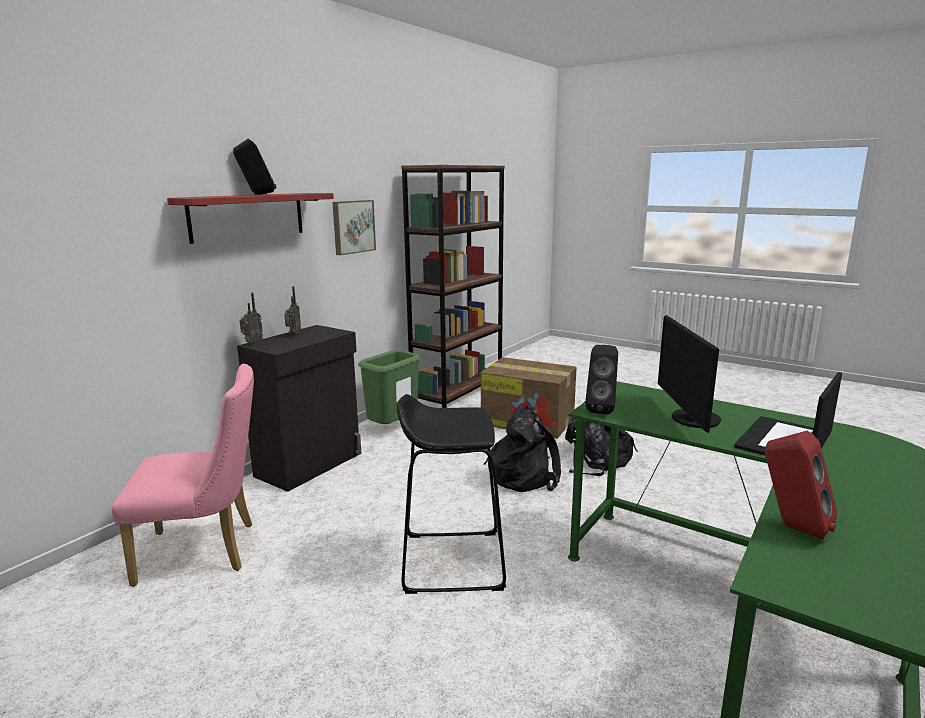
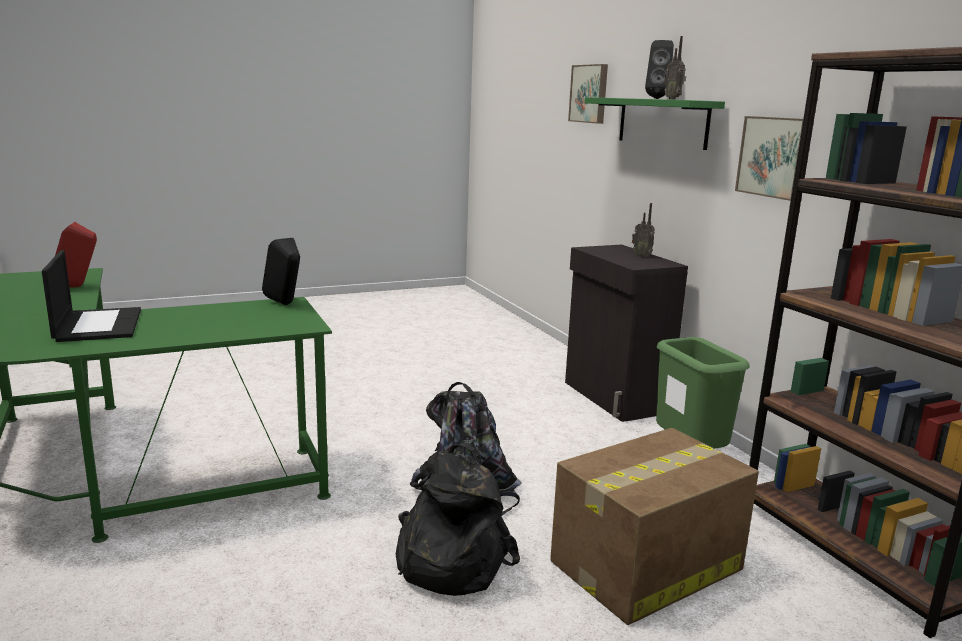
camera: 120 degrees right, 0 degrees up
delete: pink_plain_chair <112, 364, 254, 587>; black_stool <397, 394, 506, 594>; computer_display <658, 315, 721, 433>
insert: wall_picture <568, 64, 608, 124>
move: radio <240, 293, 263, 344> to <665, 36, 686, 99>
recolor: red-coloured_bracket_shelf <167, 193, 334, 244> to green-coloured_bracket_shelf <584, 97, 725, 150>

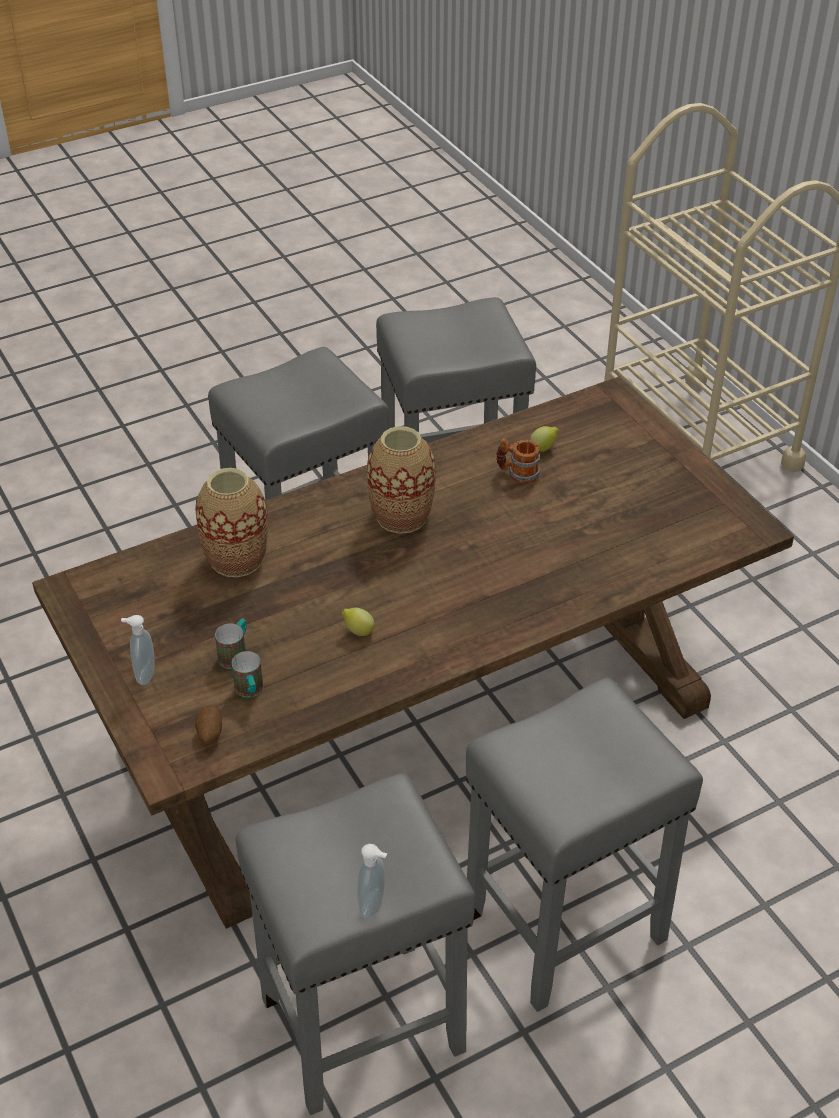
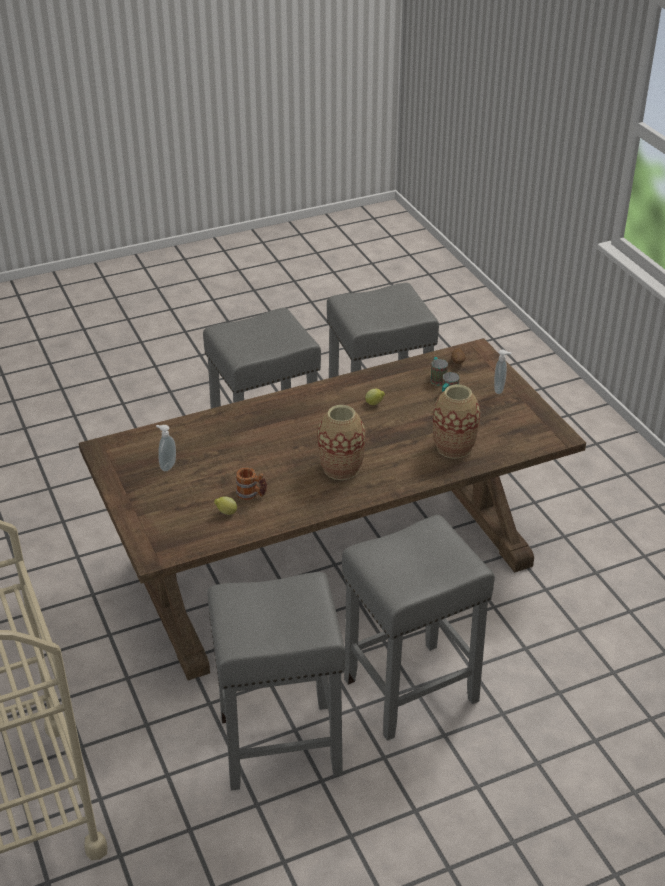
camera: 175 degrees left, 5 degrees down
move: soap_dispenser <357, 844, 387, 918> to <156, 425, 176, 472>

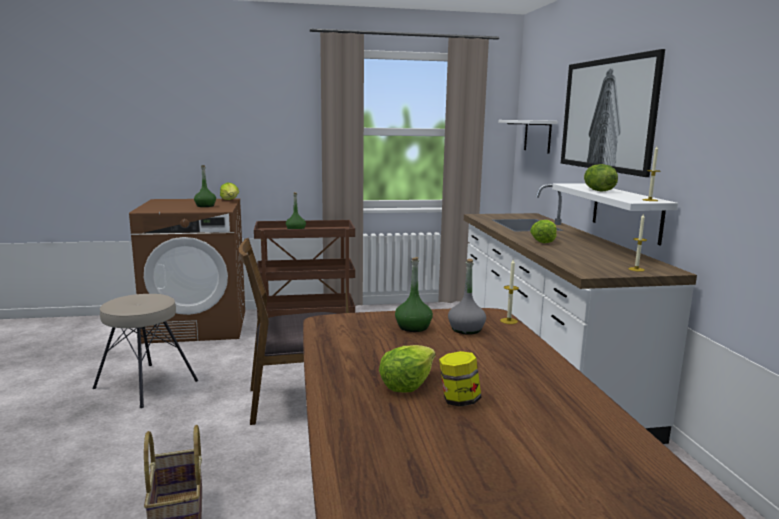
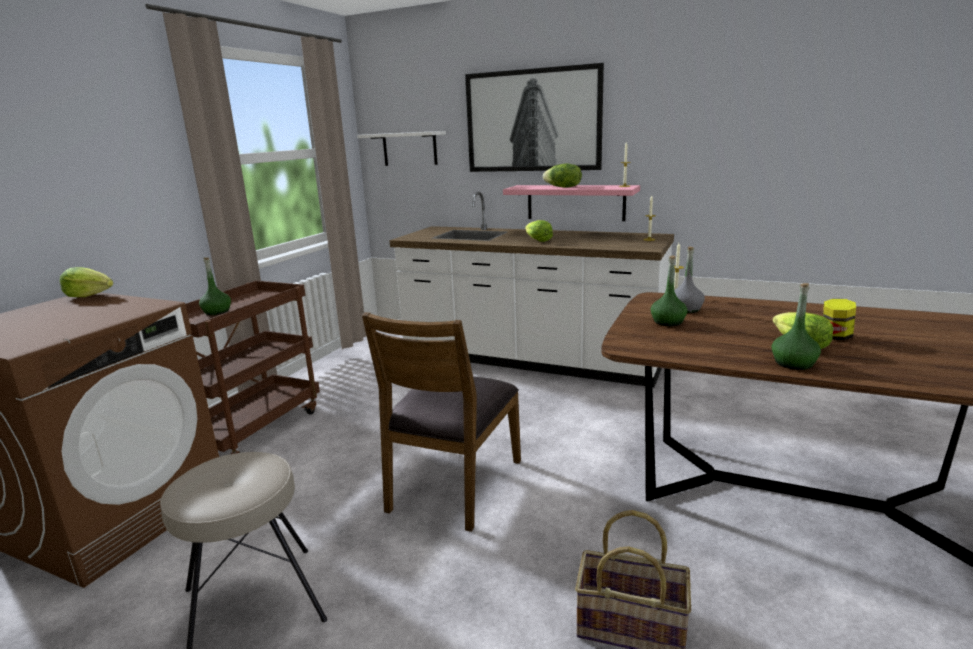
camera: 55 degrees left, 5 degrees up
move: green-coloured_drink_bottle <194, 165, 216, 207> to <772, 283, 821, 370>
recolor: whitish_bracket_shelf <552, 183, 678, 245> to pink_bracket_shelf <503, 185, 640, 221>

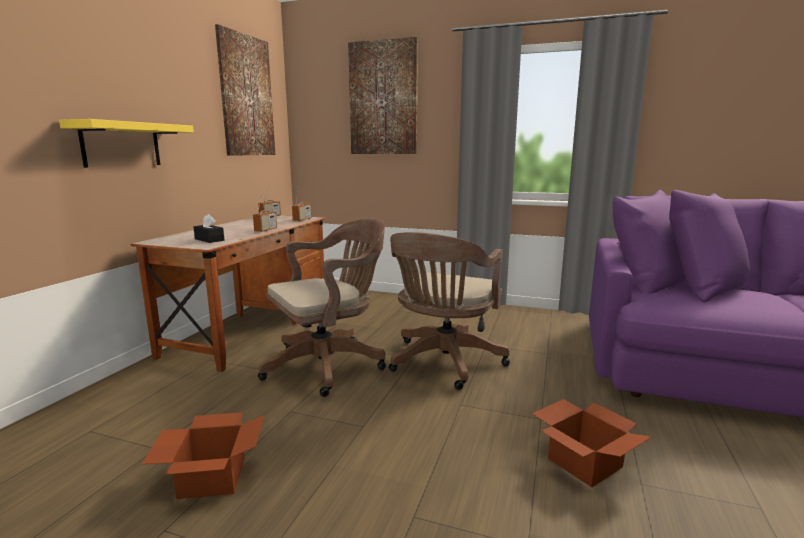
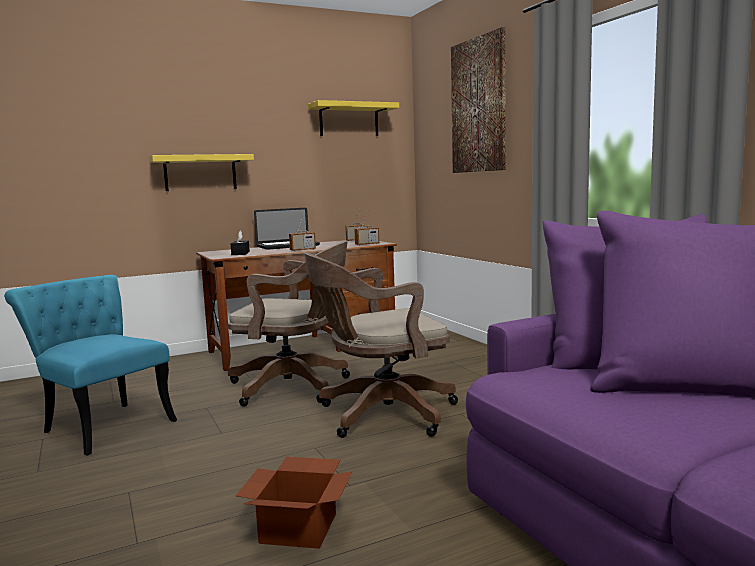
camera: 45 degrees right, 5 degrees down
insert: portable_computer <254, 208, 320, 250>
replace: carton <142, 412, 264, 499> to blue-green_plain_chair <4, 275, 177, 456>; wall_picture <215, 24, 275, 156> to yellow-coloured_bracket_shelf <308, 100, 399, 136>

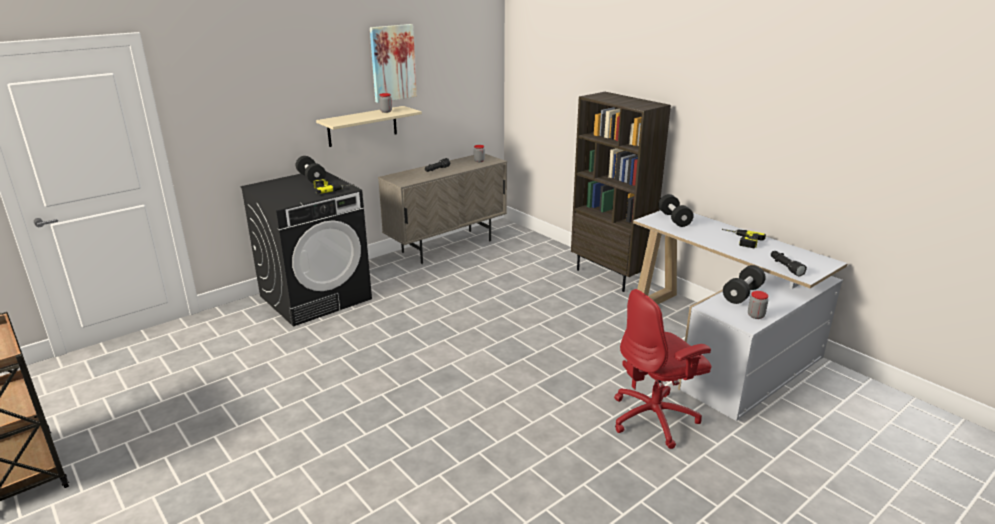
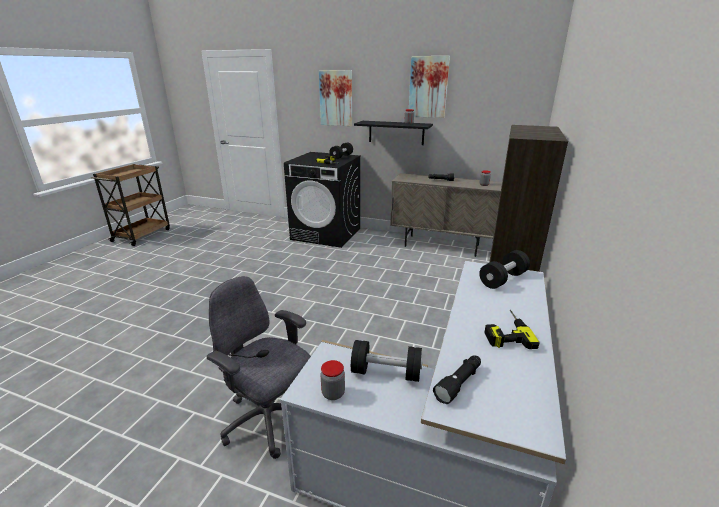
camera: 60 degrees right, 0 degrees up
insert: wall_picture <319, 70, 352, 126>
recolor: red-coloured_desk_chair <614, 289, 712, 449> to grey_desk_chair <206, 276, 311, 459>; sand-coloured_bracket_shelf <316, 106, 422, 147> to black_bracket_shelf <354, 121, 433, 145>

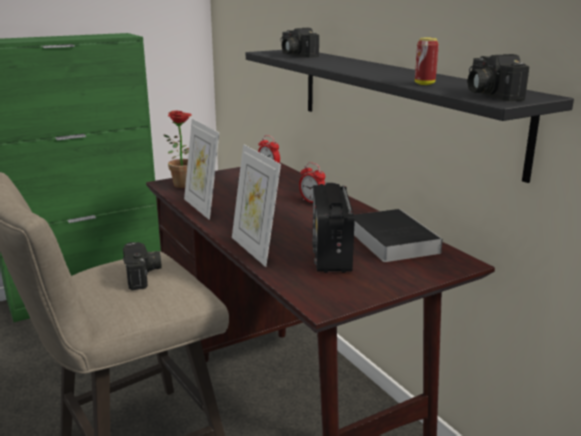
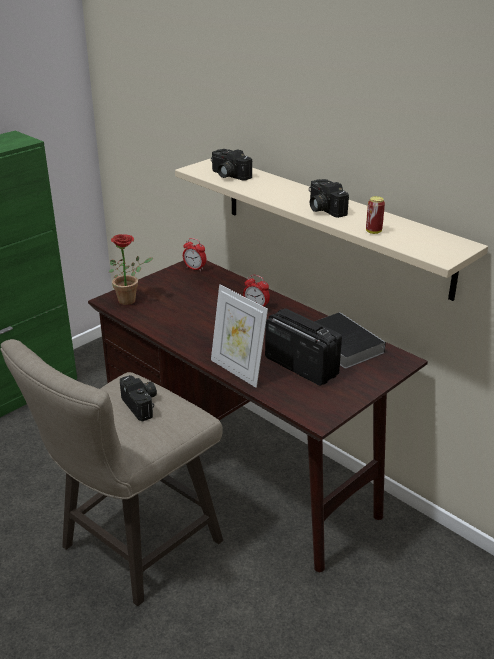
camera: 15 degrees left, 10 degrees up
delete: picture_frame <184, 119, 219, 220>
move: still_camera <468, 54, 529, 101> to <309, 179, 349, 218>
recolor: black_bracket_shelf <246, 50, 574, 183> to sand-coloured_bracket_shelf <175, 158, 488, 301>
rotate: radio <312, 183, 355, 273> = <265, 308, 342, 386> 150 degrees clockwise

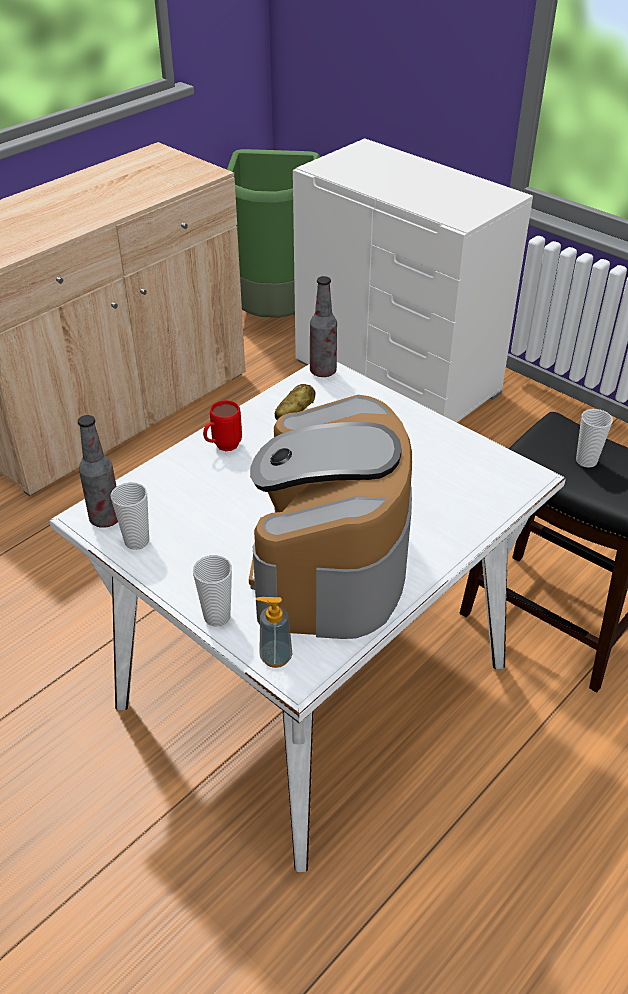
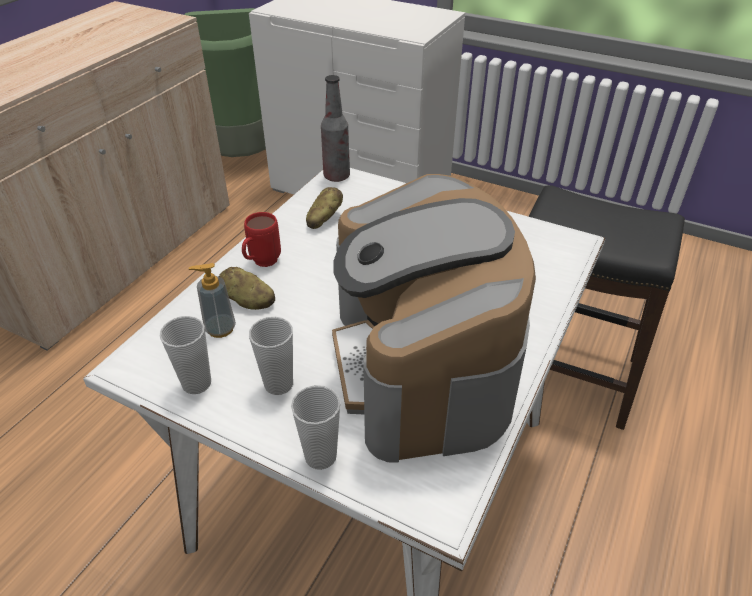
camera: 15 degrees left, 0 degrees up
delete: drink_bottle <78, 415, 118, 528>
insert: potato <219, 267, 275, 310>
move: soap_dispenser <256, 597, 292, 668> to <189, 263, 236, 338>; cup <576, 409, 613, 468> to <249, 317, 293, 395>

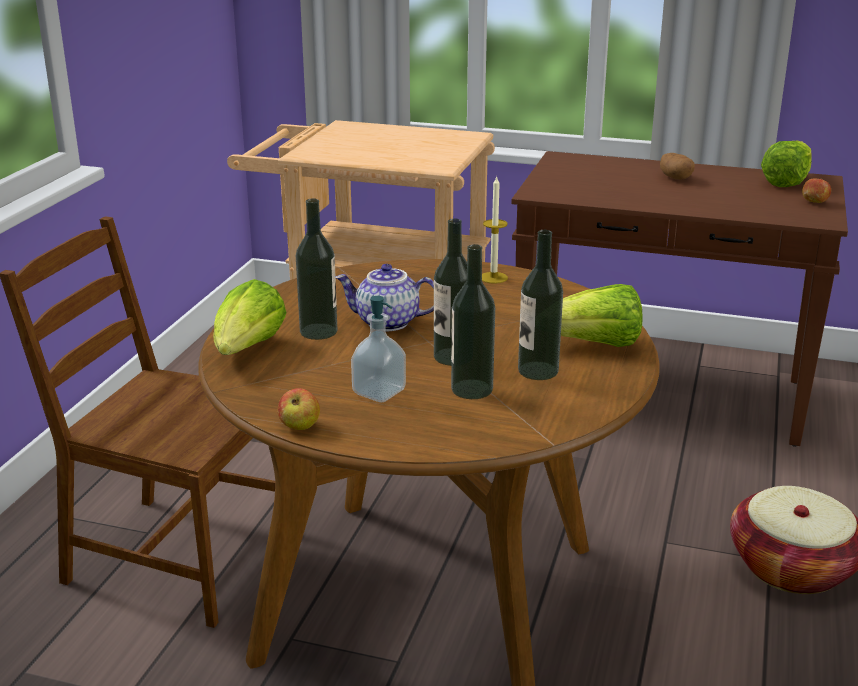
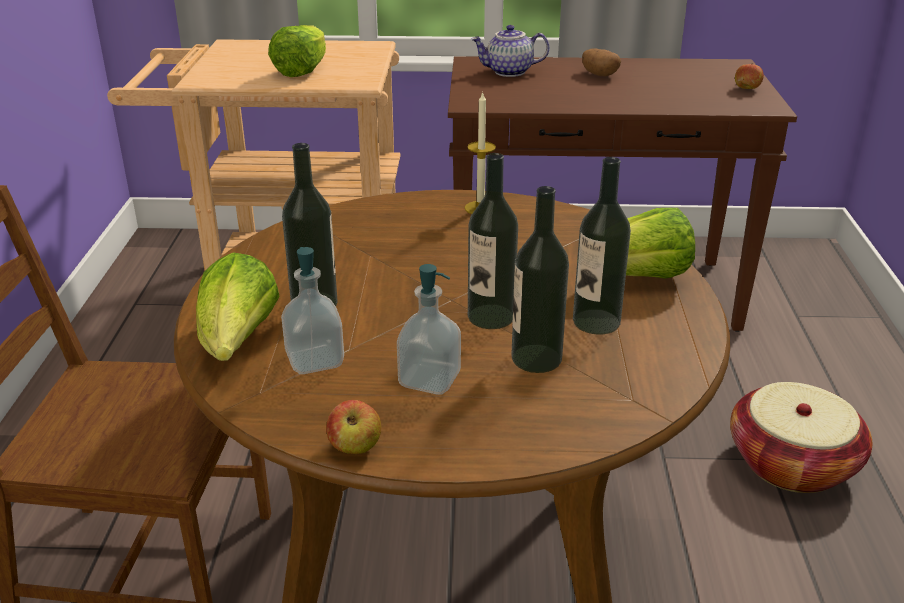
camera: 15 degrees left, 5 degrees up
insert: soap_dispenser <281, 247, 344, 374>
move: lettuce_head <761, 141, 812, 187> to <268, 25, 326, 77>; tea_pot <336, 264, 434, 331> to <471, 25, 549, 77>

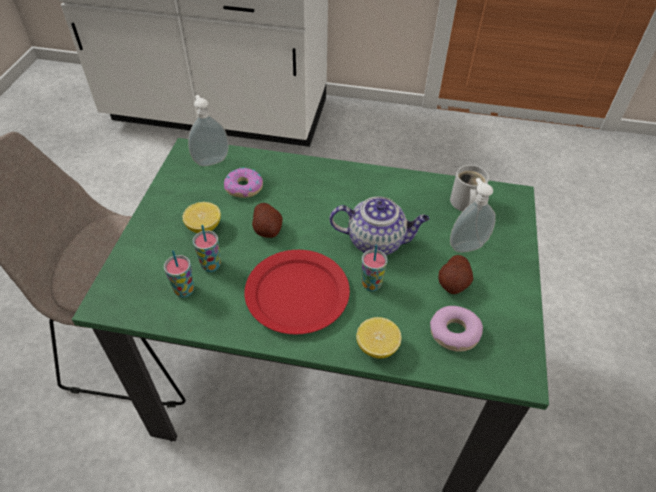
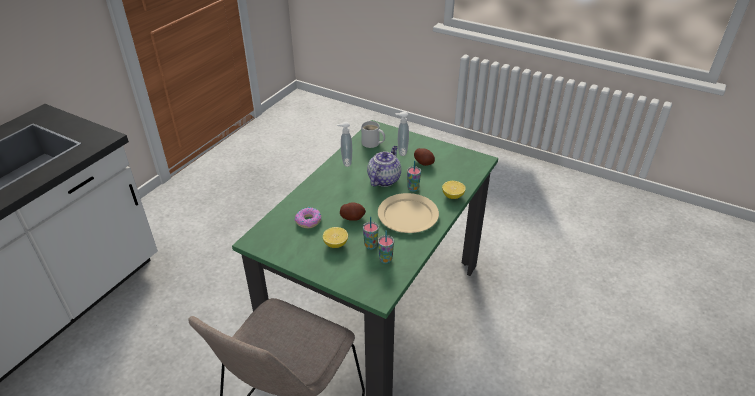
camera: 70 degrees left, 10 degrees down
delete: donut <430, 306, 483, 352>
move: soap_dispenser <188, 95, 229, 166> to <337, 122, 352, 167>
recolor: red-coloured_dinner_plate <244, 250, 350, 335> to sand-coloured_dinner_plate <378, 193, 439, 233>

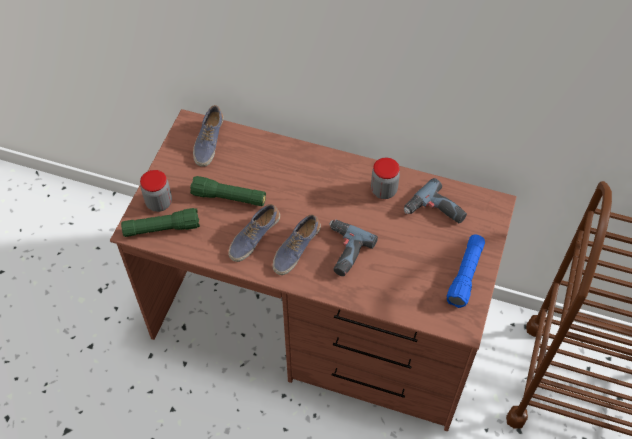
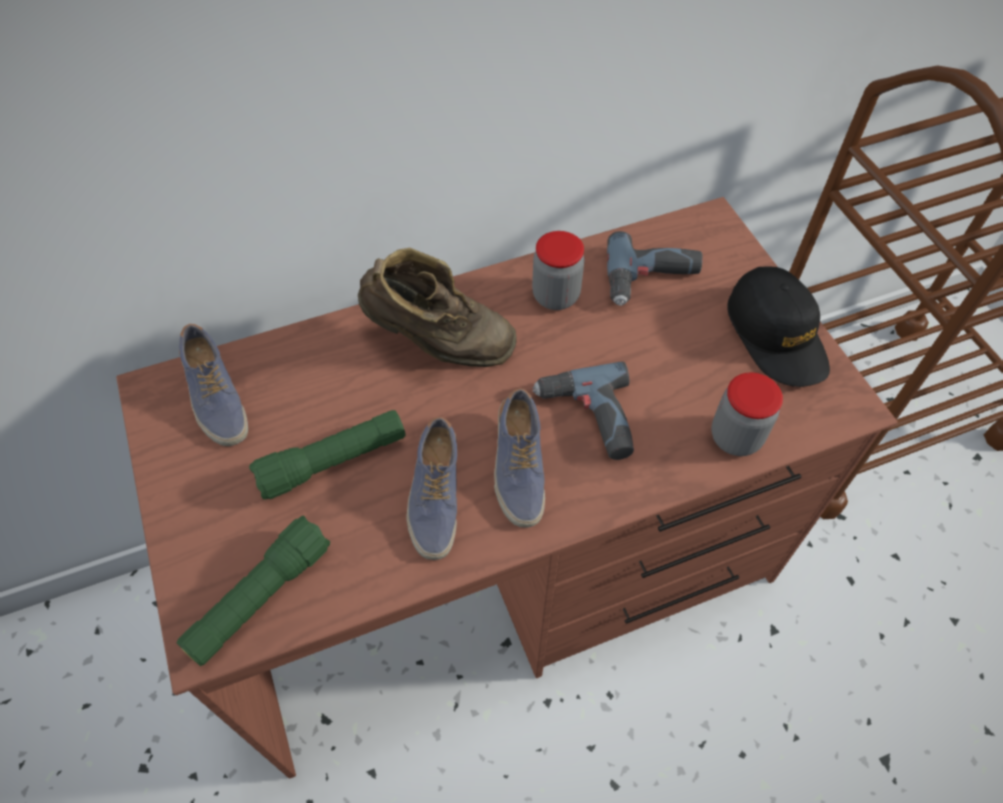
camera: 40 degrees left, 0 degrees up
insert: brown_boot <358, 248, 517, 367>
move: jar <140, 170, 172, 212> to <712, 372, 783, 456>
replace: bluish_flashlight <447, 235, 485, 308> to black_cap <727, 266, 830, 387>

